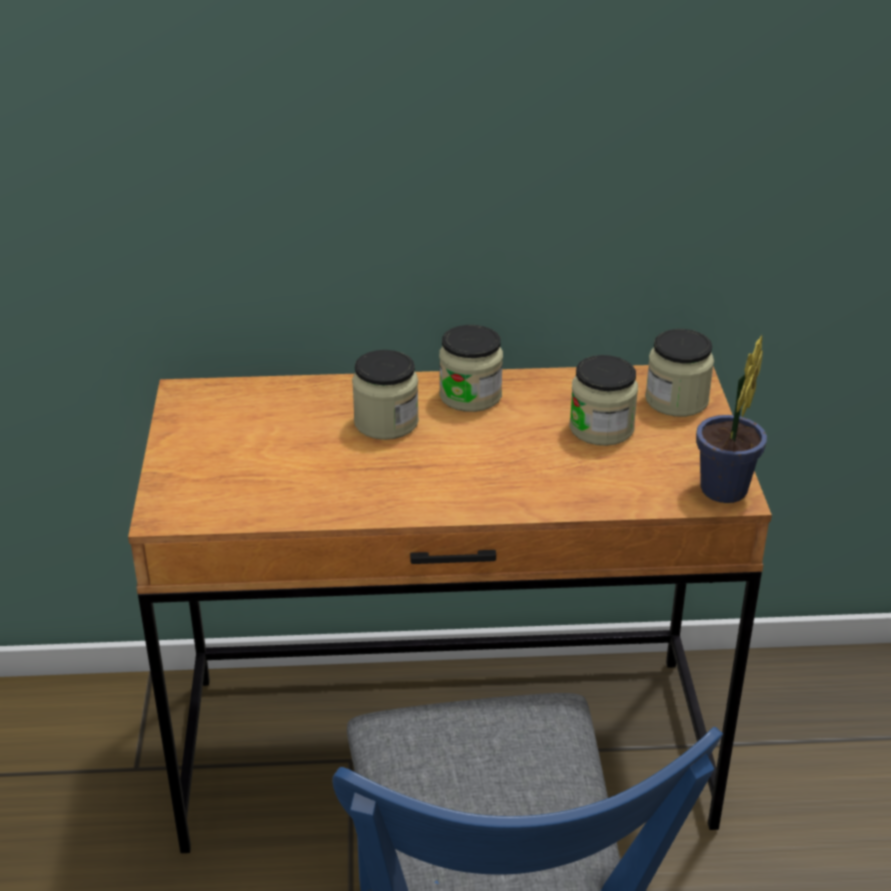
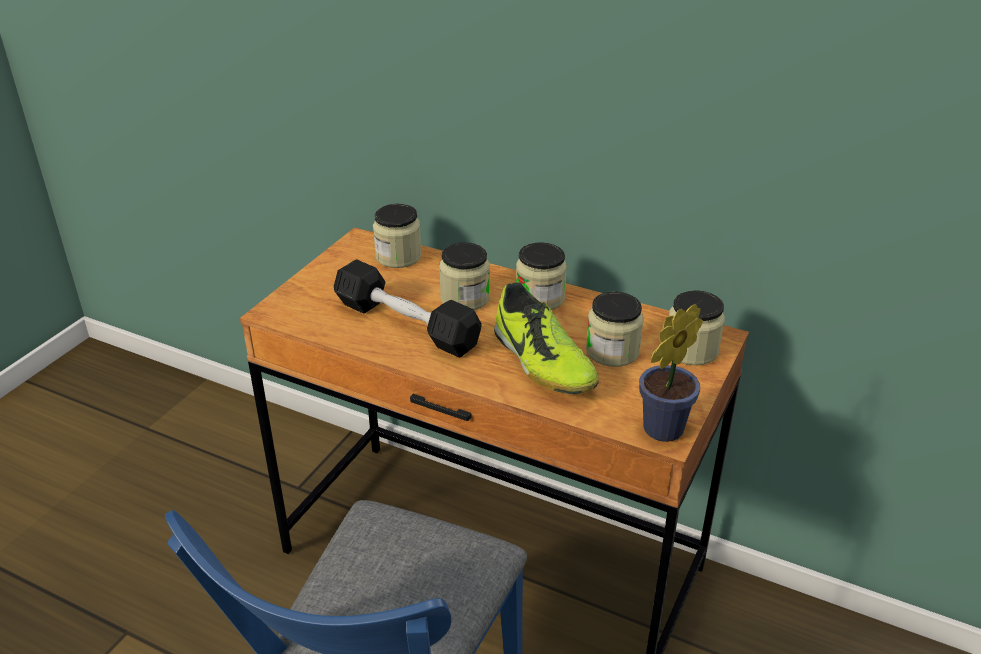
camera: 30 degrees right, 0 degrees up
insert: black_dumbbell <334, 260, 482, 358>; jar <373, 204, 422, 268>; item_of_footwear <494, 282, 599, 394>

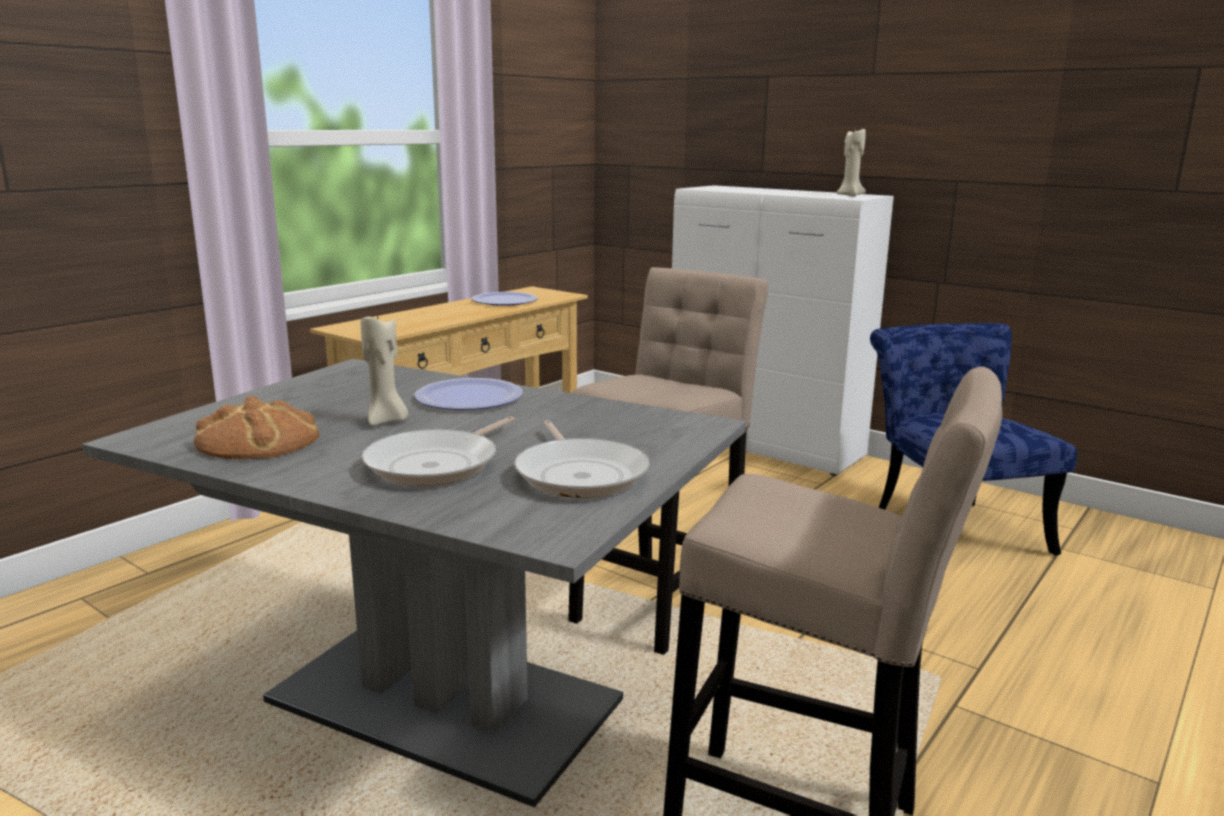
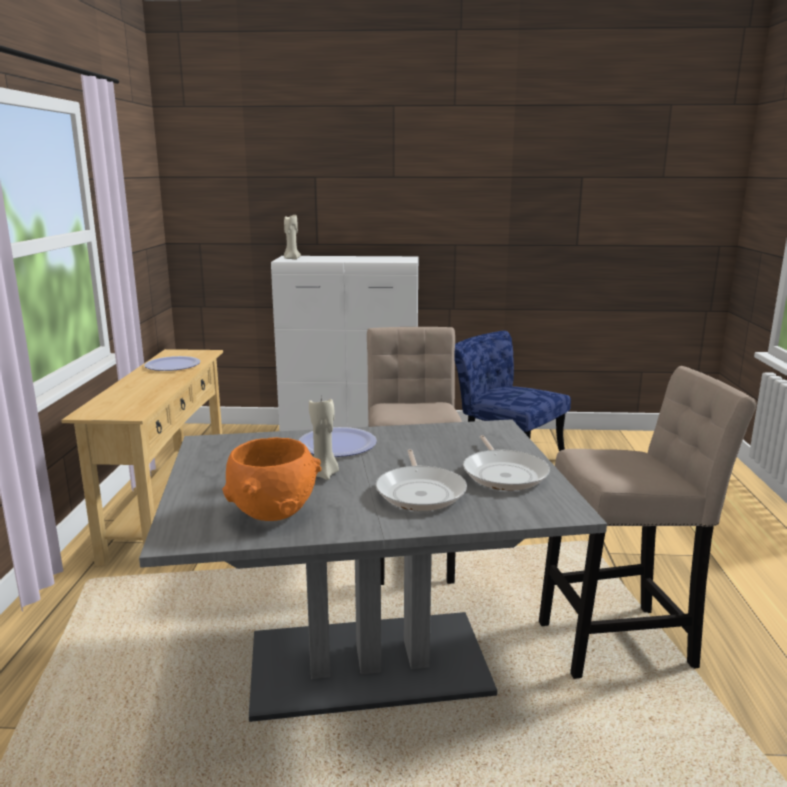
camera: 35 degrees left, 0 degrees up
move: sand-coloured_wax_light <836, 129, 866, 196> to <284, 215, 301, 260>
replace: bakery_bread <194, 396, 319, 459> to orangey_bowl <222, 437, 322, 521>
rotate: frying_pan <514, 420, 650, 498> = <463, 435, 550, 490> 45 degrees clockwise

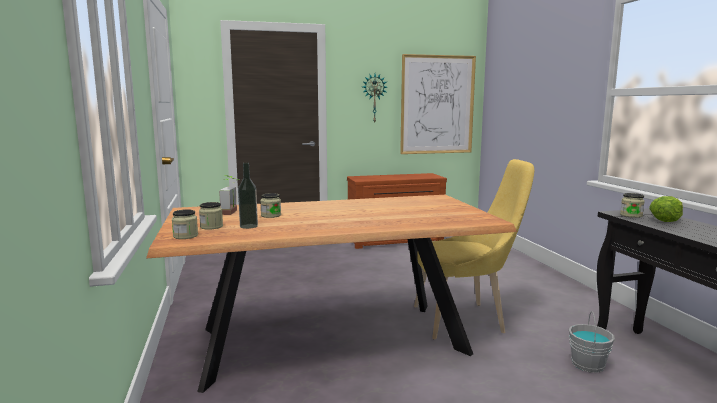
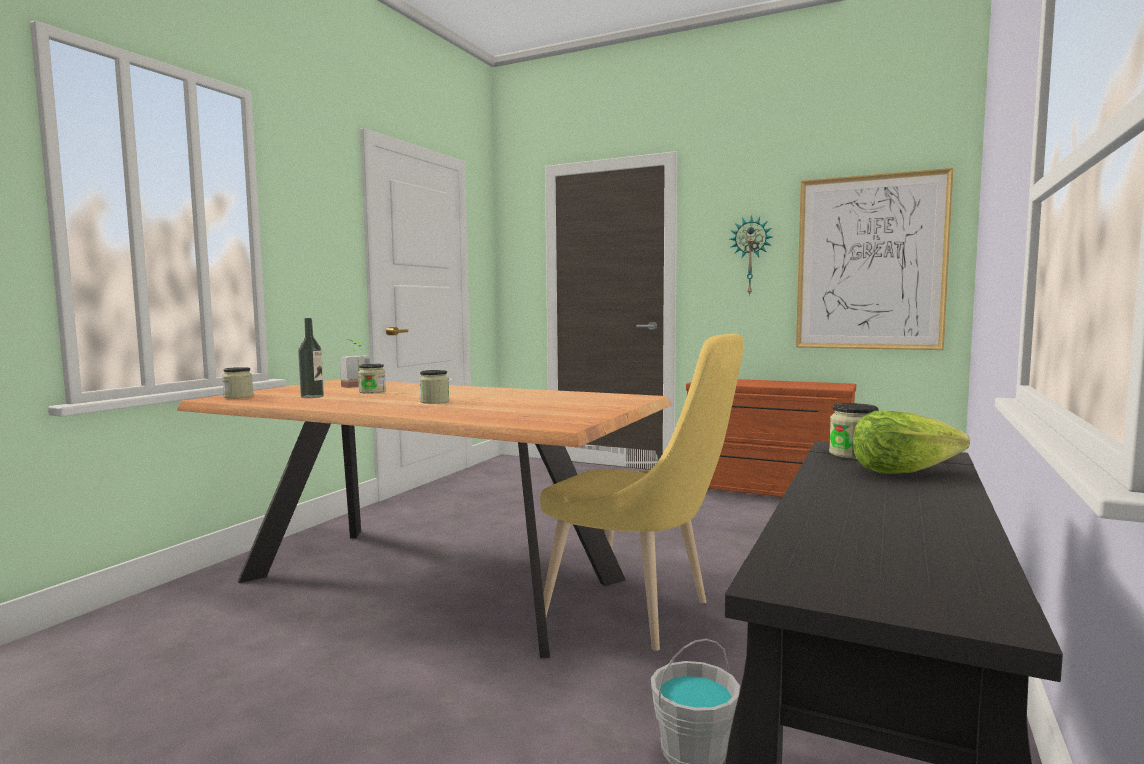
camera: 40 degrees right, 5 degrees down
move: jar <199, 202, 223, 230> to <419, 370, 449, 404>

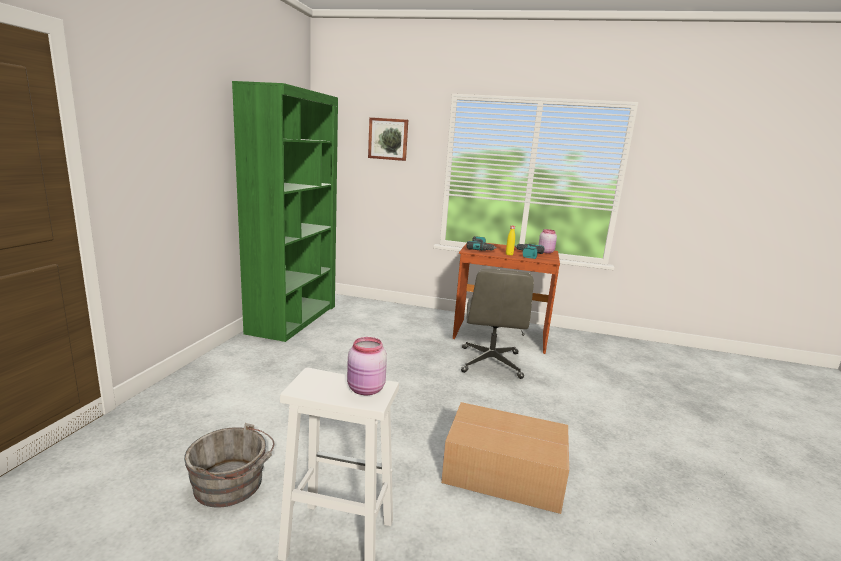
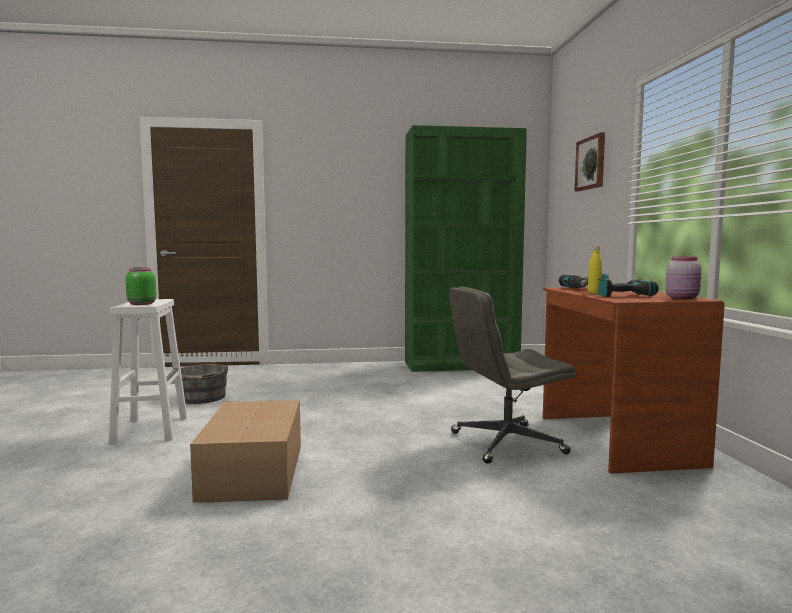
camera: 70 degrees right, 10 degrees down
recolor: pink_jar <347, 337, 387, 395> to green-coloured_jar <126, 267, 156, 305>

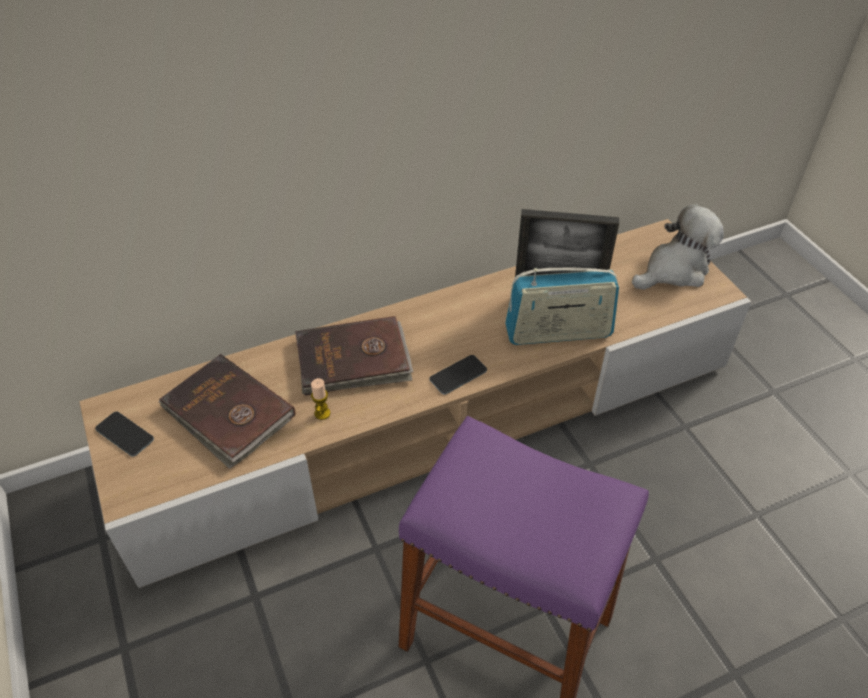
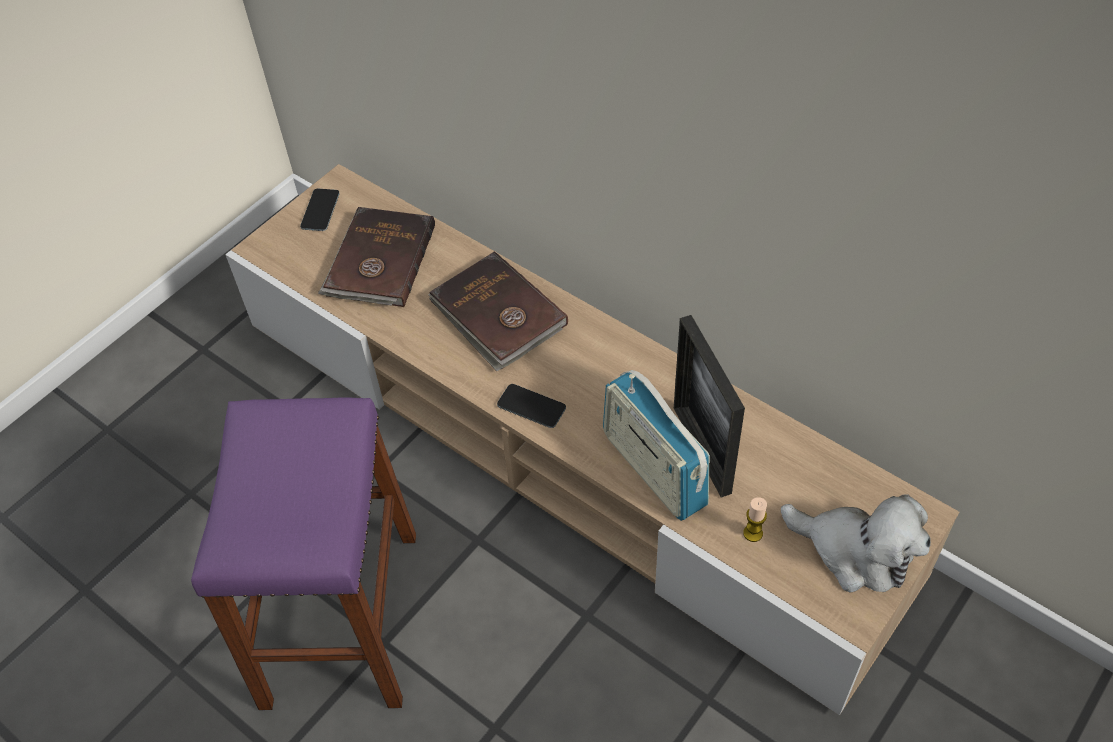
camera: 65 degrees right, 5 degrees up
move: wax_light <311, 378, 331, 420> to <743, 497, 767, 542>

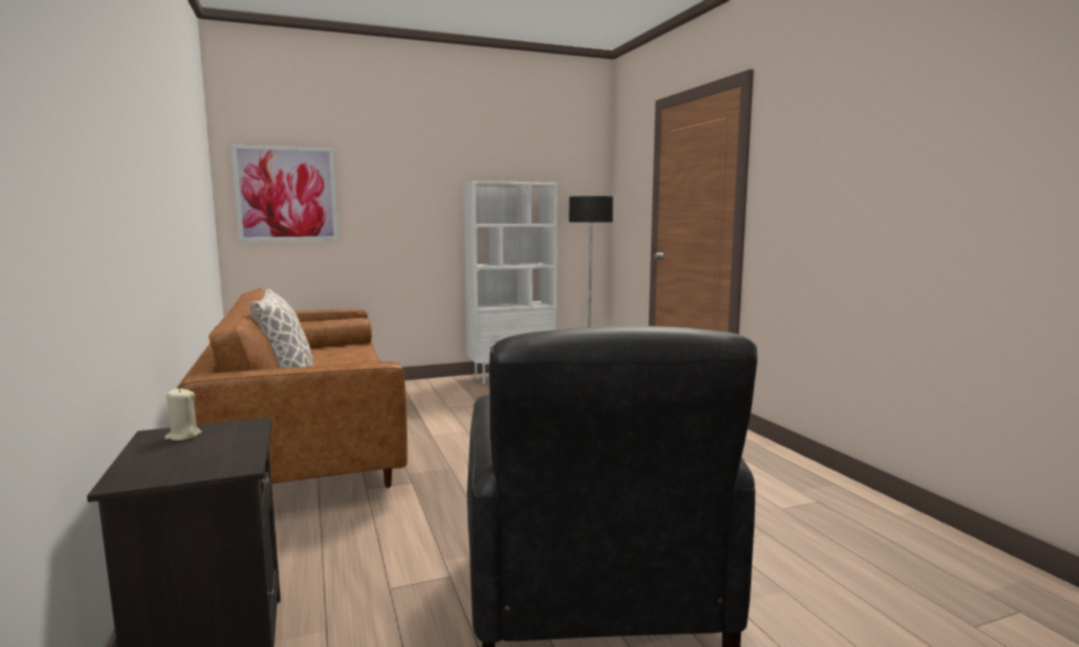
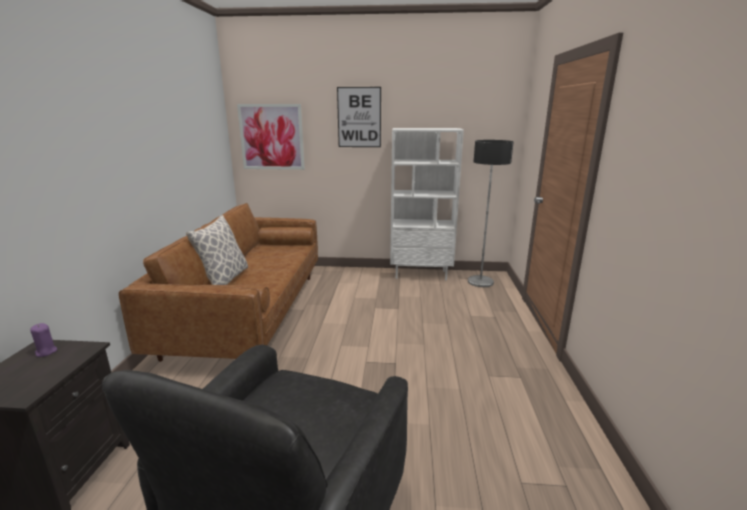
camera: 25 degrees right, 10 degrees up
insert: wall_picture <337, 87, 381, 147>
recolor: sand-coloured_wax_light <165, 388, 202, 441> to purple_wax_light <30, 323, 57, 357>

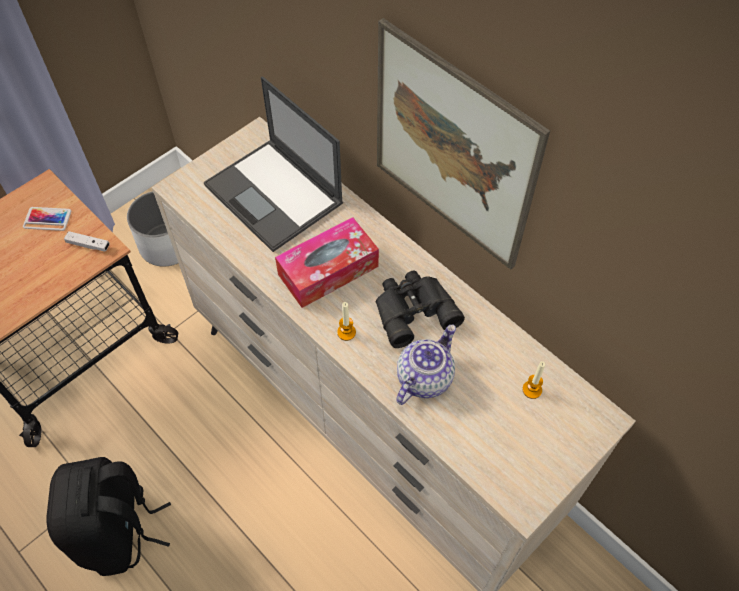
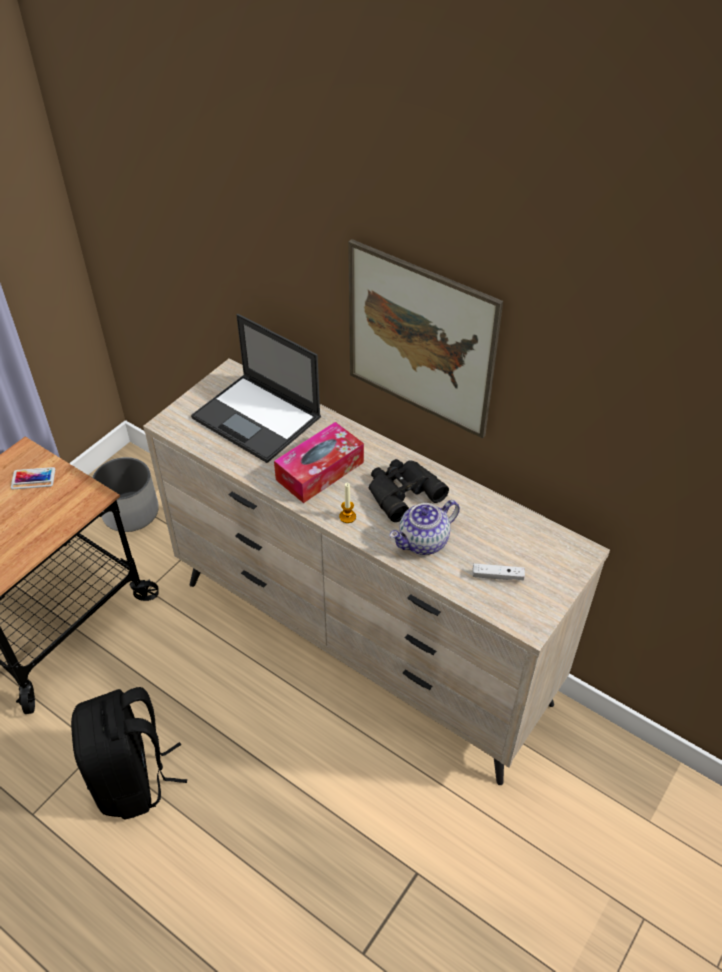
camera: 10 degrees left, 10 degrees down
delete: wax_light <522, 361, 545, 399>
move: whitish_game_controller <64, 231, 109, 252> to <472, 563, 525, 580>
rotate: tea_pot <396, 325, 456, 405> = <389, 500, 460, 555> 150 degrees counterclockwise

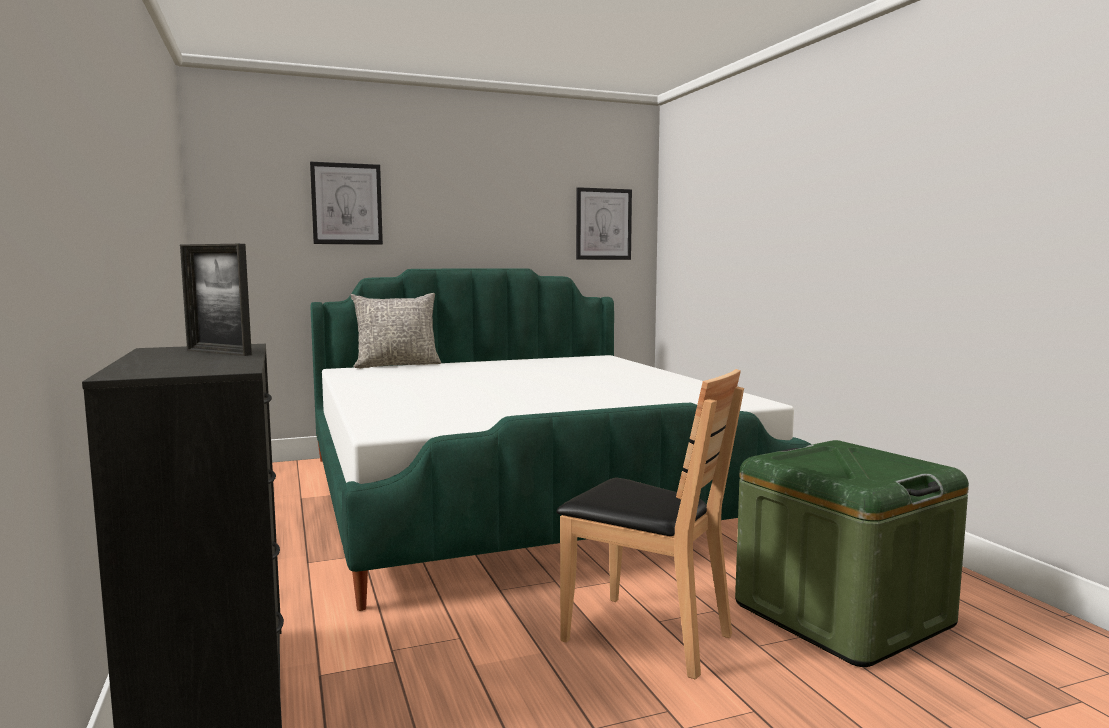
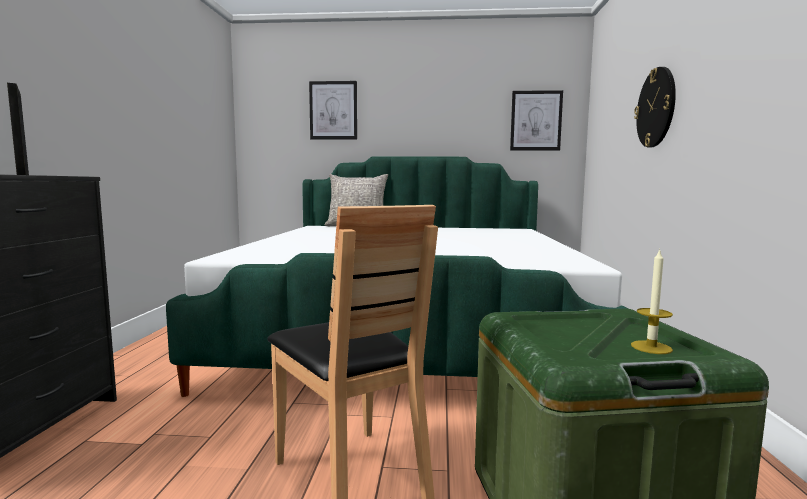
camera: 25 degrees right, 0 degrees up
insert: wax_light <631, 248, 673, 354>; clock_on_the_wall <634, 67, 676, 147>

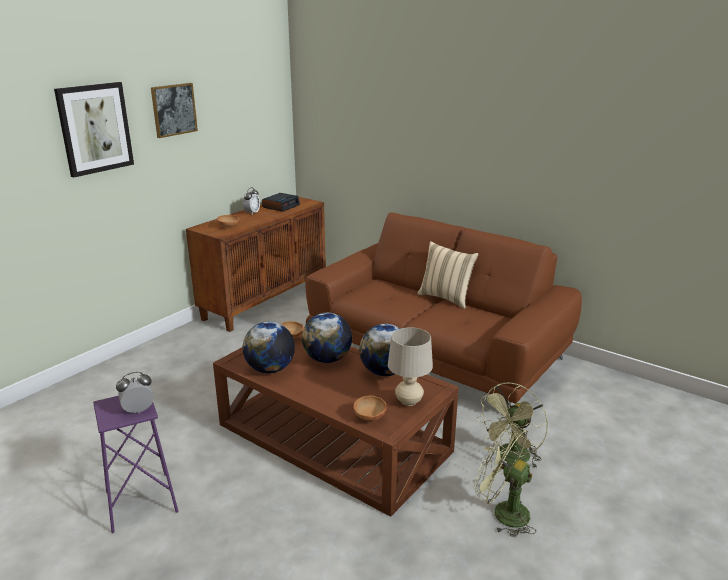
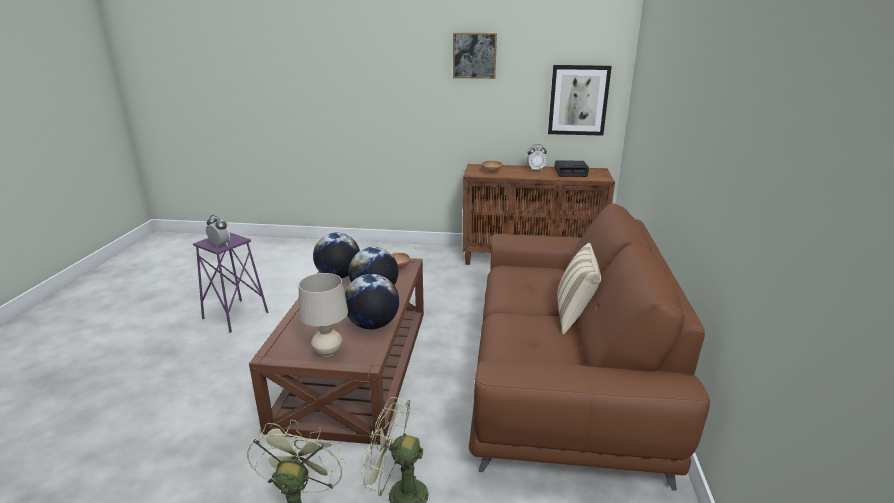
camera: 60 degrees right, 0 degrees up
delete: brown_bowl <354, 396, 387, 421>
move: wall_picture <54, 82, 134, 178> to <548, 65, 612, 136>

